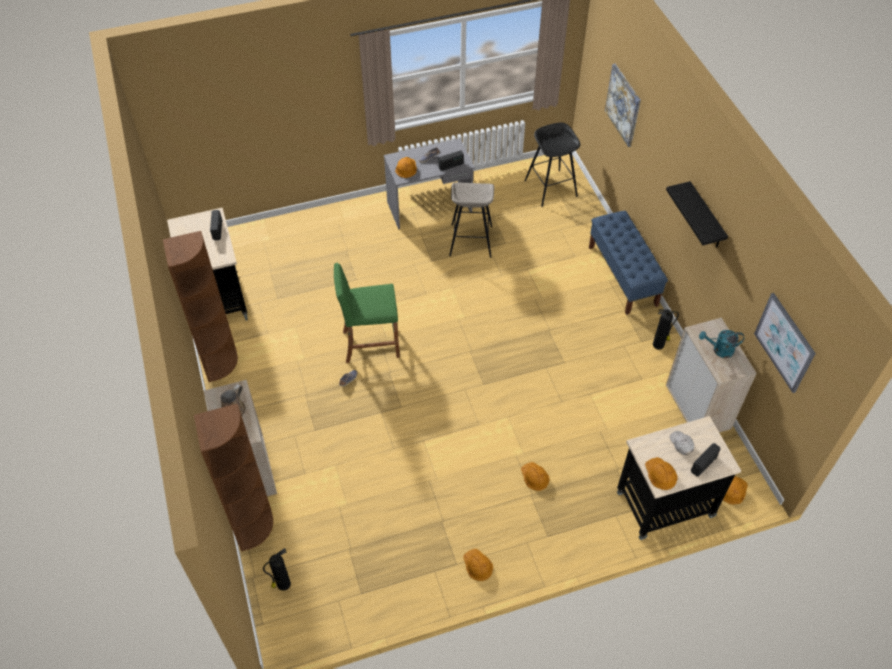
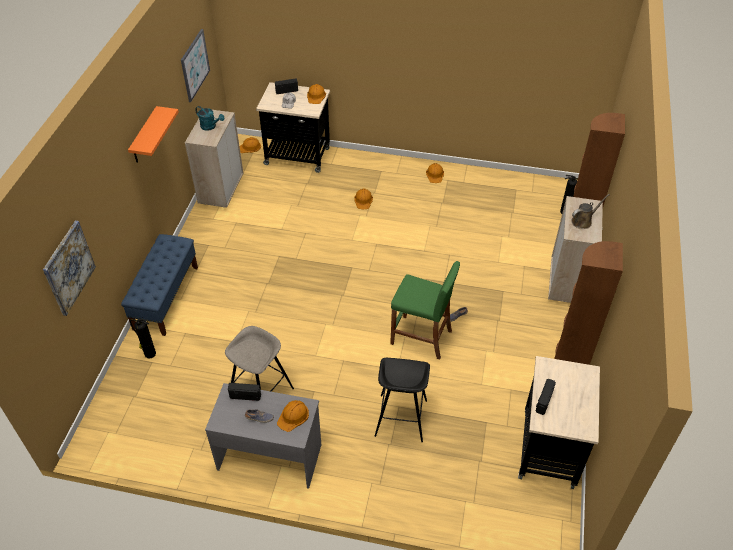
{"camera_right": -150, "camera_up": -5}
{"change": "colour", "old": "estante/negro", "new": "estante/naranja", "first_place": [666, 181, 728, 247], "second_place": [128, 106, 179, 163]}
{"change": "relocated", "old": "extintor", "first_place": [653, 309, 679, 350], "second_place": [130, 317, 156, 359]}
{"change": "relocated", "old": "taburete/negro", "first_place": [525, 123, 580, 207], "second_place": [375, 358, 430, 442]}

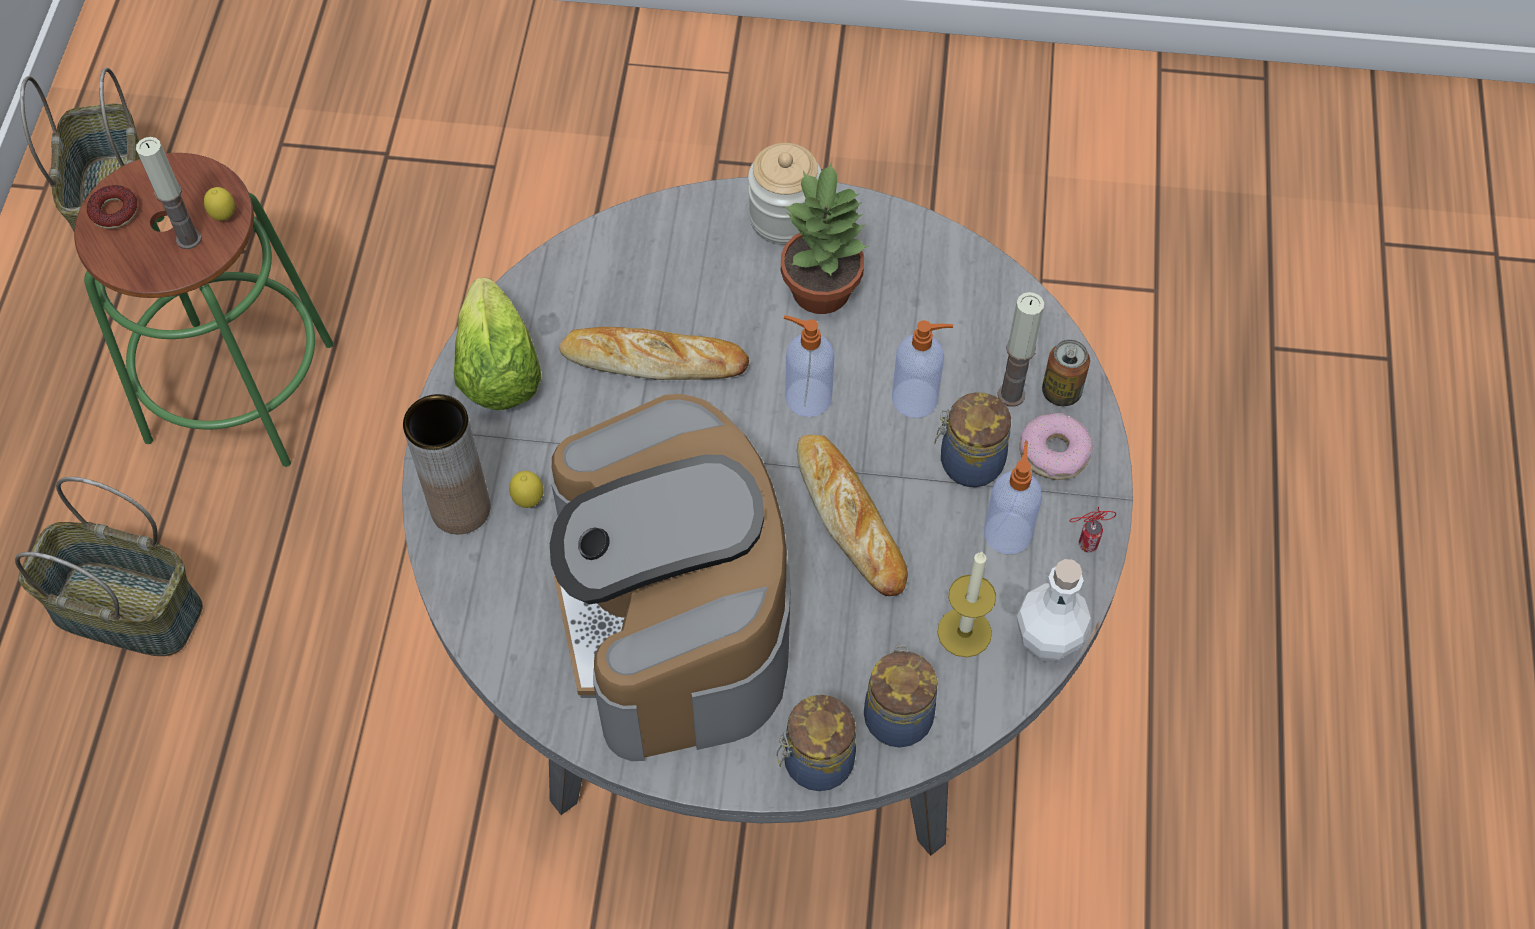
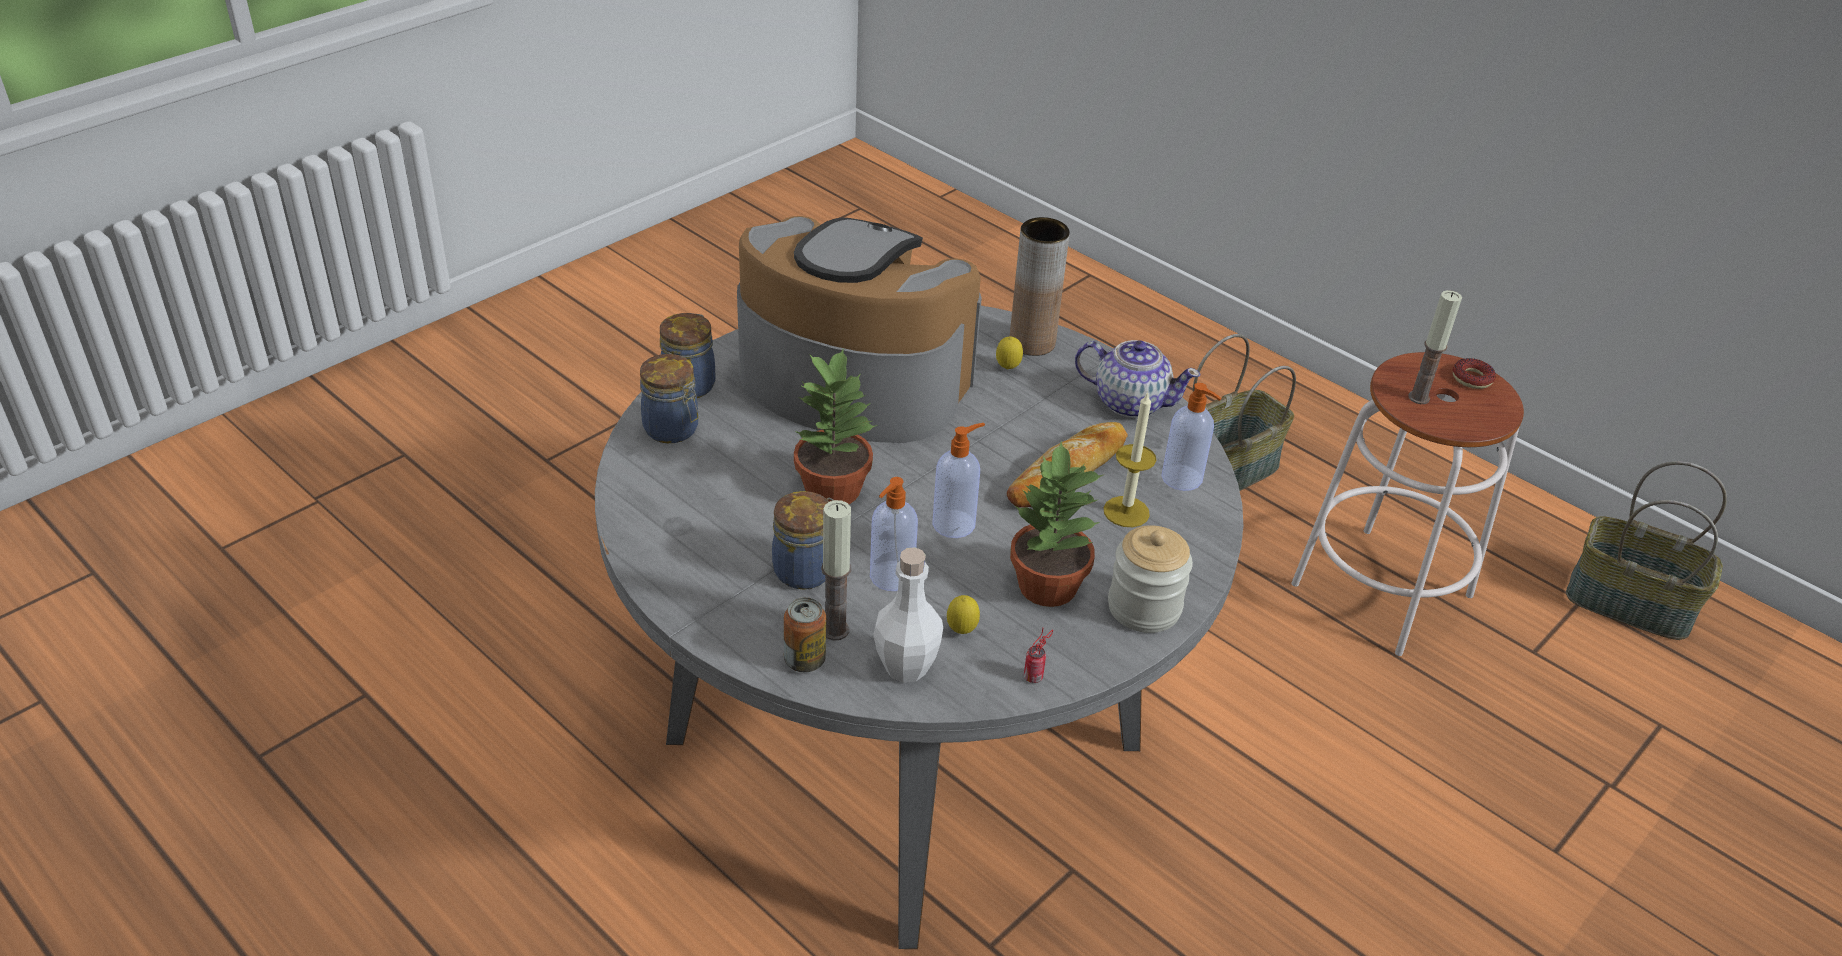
{"camera_right": 125, "camera_up": -20}
{"change": "exchanged", "old": "pan", "new": "planta en maceta", "first_place": [797, 435, 908, 596], "second_place": [794, 349, 878, 504]}
{"change": "relocated", "old": "botella/blanco", "first_place": [1017, 559, 1091, 662], "second_place": [873, 547, 943, 683]}
{"change": "relocated", "old": "limón", "first_place": [204, 187, 235, 221], "second_place": [947, 595, 980, 634]}
{"change": "relocated", "old": "lata", "first_place": [1070, 506, 1116, 552], "second_place": [1024, 627, 1053, 683]}
{"change": "exchanged", "old": "lechuga", "new": "tetera", "first_place": [454, 277, 541, 410], "second_place": [1075, 340, 1200, 418]}
{"change": "relocated", "old": "vela", "first_place": [937, 551, 996, 657], "second_place": [1104, 392, 1156, 527]}
{"change": "relocated", "old": "dispensador de jabón", "first_place": [984, 441, 1042, 554], "second_place": [1161, 383, 1222, 491]}
{"change": "colour", "old": "taburete/verde", "new": "taburete/blanco", "first_place": [74, 153, 334, 467], "second_place": [1291, 352, 1524, 656]}
{"change": "missing", "old": "rosquilla", "first_place": [1020, 413, 1093, 480]}

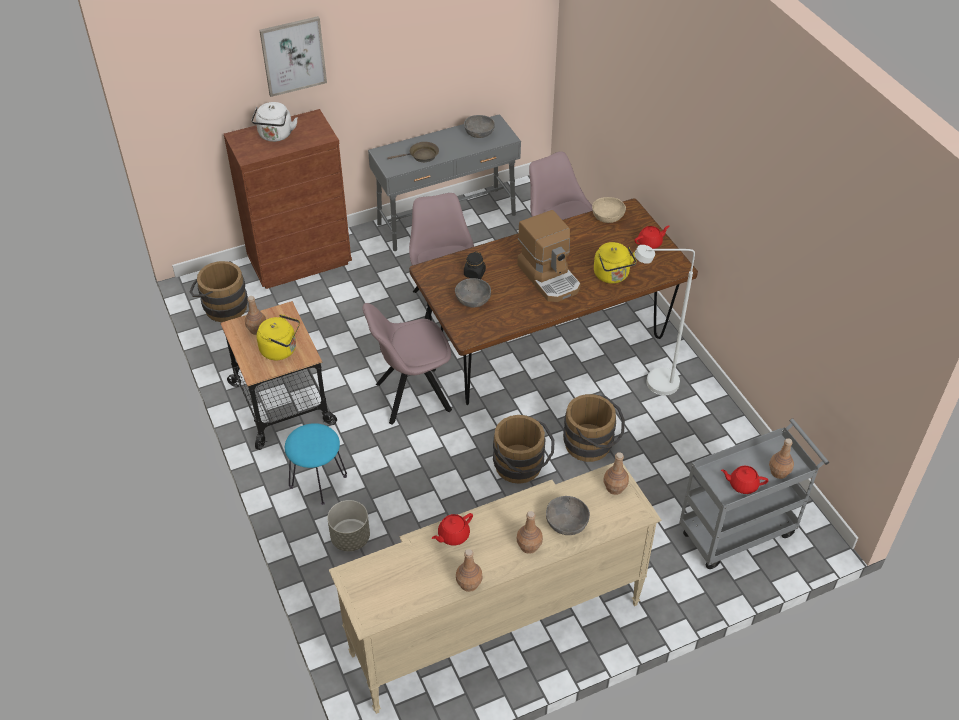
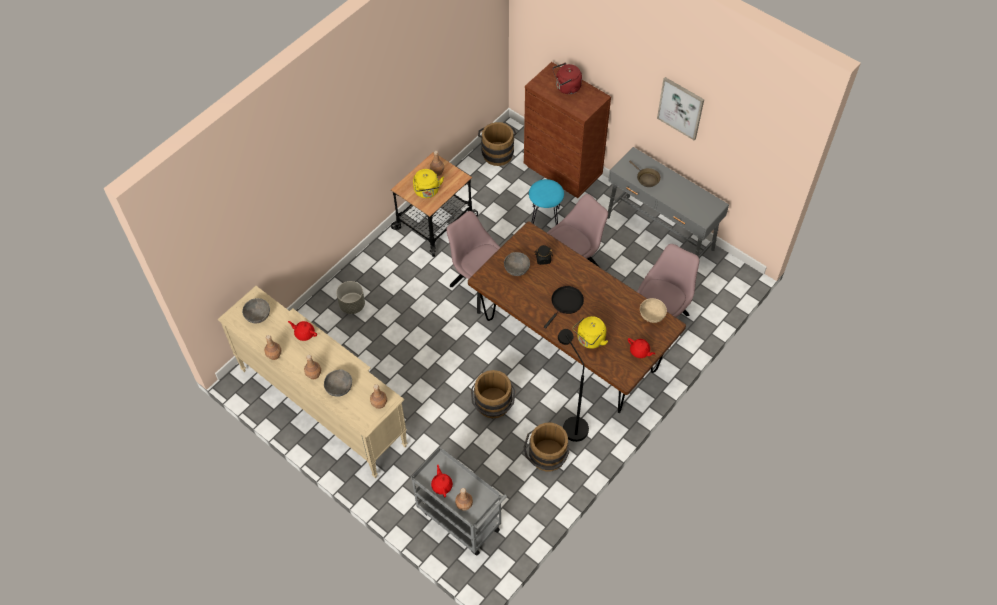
{"camera_right": 65, "camera_up": 10}
{"change": "relocated", "old": "cuenco/gris", "first_place": [464, 115, 495, 138], "second_place": [242, 298, 270, 323]}
{"change": "relocated", "old": "cubo/marrón", "first_place": [493, 415, 555, 484], "second_place": [523, 423, 569, 472]}
{"change": "relocated", "old": "taburete/turquesa", "first_place": [285, 423, 347, 505], "second_place": [529, 179, 564, 225]}
{"change": "exchanged", "old": "cafetera", "new": "sartén/negro", "first_place": [517, 210, 581, 302], "second_place": [544, 286, 584, 329]}
{"change": "colour", "old": "hervidor/blanco", "new": "hervidor/rojo", "first_place": [251, 102, 298, 142], "second_place": [552, 63, 582, 94]}
{"change": "colour", "old": "lámpara de pie/blanco", "new": "lámpara de pie/negro", "first_place": [634, 245, 695, 395], "second_place": [558, 329, 589, 442]}
{"change": "relocated", "old": "cuadro", "first_place": [259, 16, 327, 97], "second_place": [657, 77, 704, 140]}

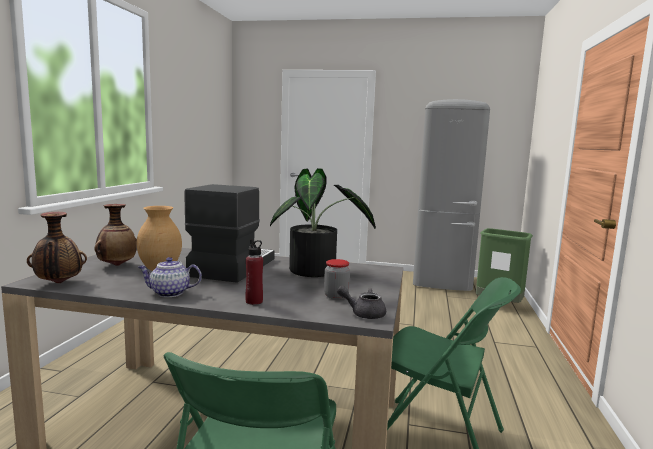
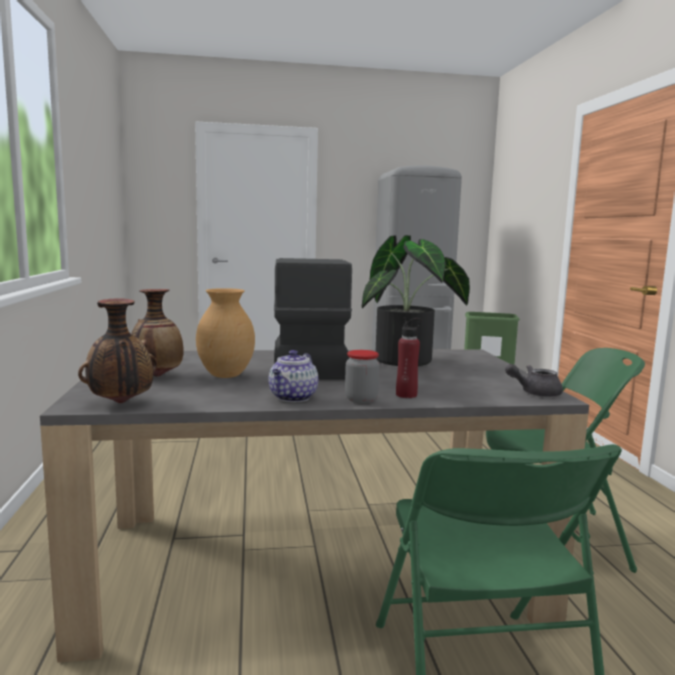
{"camera_right": -20, "camera_up": 0}
{"change": "spun", "old": "tetera", "first_place": [138, 257, 202, 297], "second_place": [268, 350, 318, 402], "degrees": -45}
{"change": "relocated", "old": "tarro", "first_place": [324, 259, 350, 300], "second_place": [345, 350, 380, 403]}

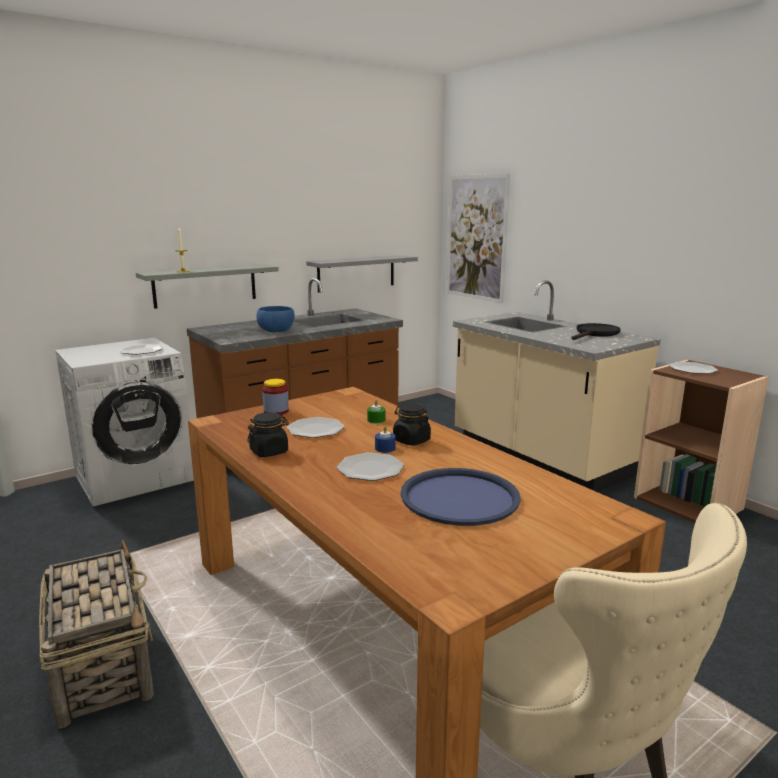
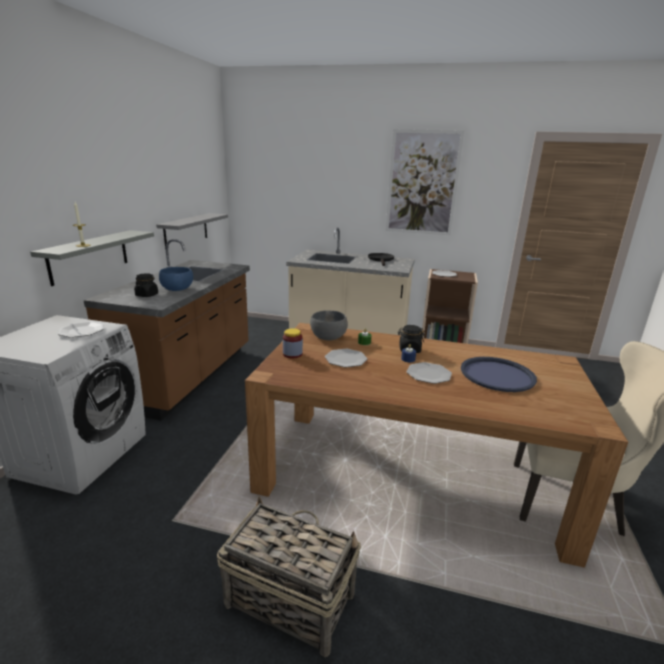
{"camera_right": -40, "camera_up": 5}
{"change": "relocated", "old": "tarro/negro", "first_place": [247, 412, 289, 457], "second_place": [134, 273, 158, 297]}
{"change": "appeared", "new": "cuenco/gris", "second_place": [310, 310, 348, 341]}
{"change": "relocated", "old": "cuadro", "first_place": [447, 173, 510, 303], "second_place": [386, 129, 464, 235]}

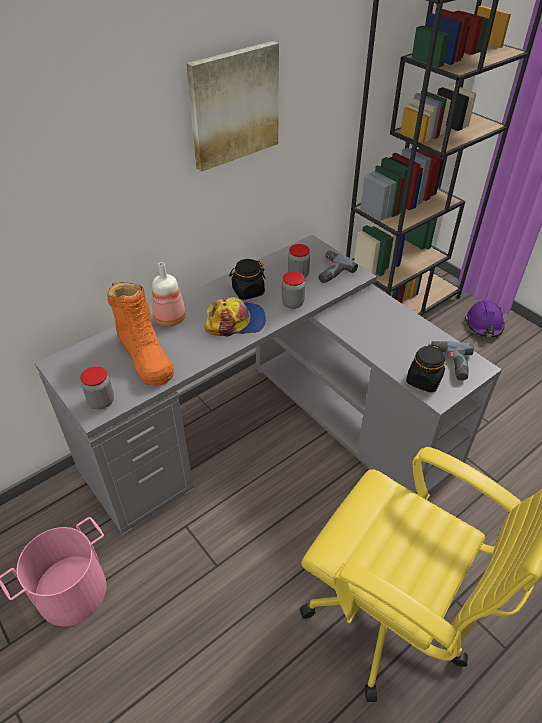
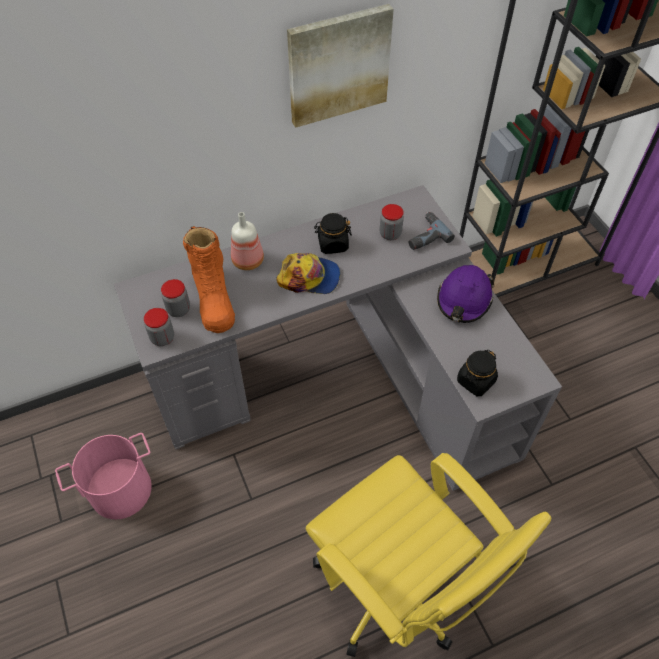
{"camera_right": 15, "camera_up": 10}
{"change": "relocated", "old": "tarro", "first_place": [282, 271, 305, 309], "second_place": [161, 279, 190, 317]}
{"change": "relocated", "old": "casco/morado", "first_place": [465, 300, 505, 337], "second_place": [437, 265, 494, 323]}
{"change": "missing", "old": "taladro", "first_place": [428, 341, 474, 381]}

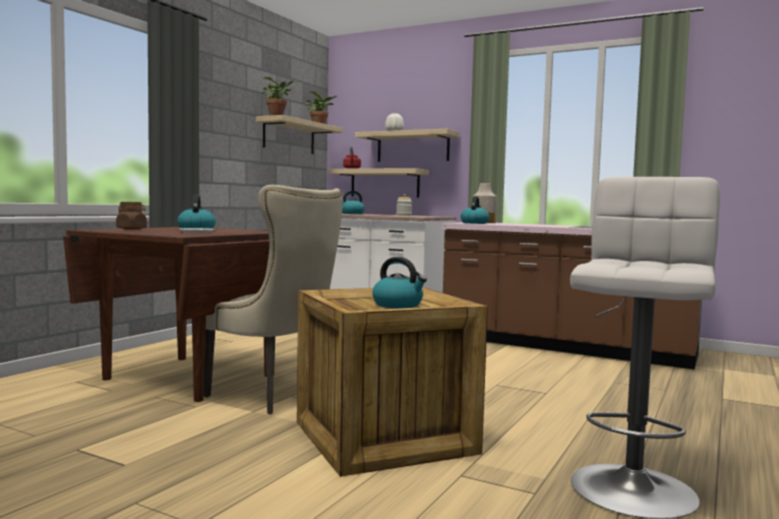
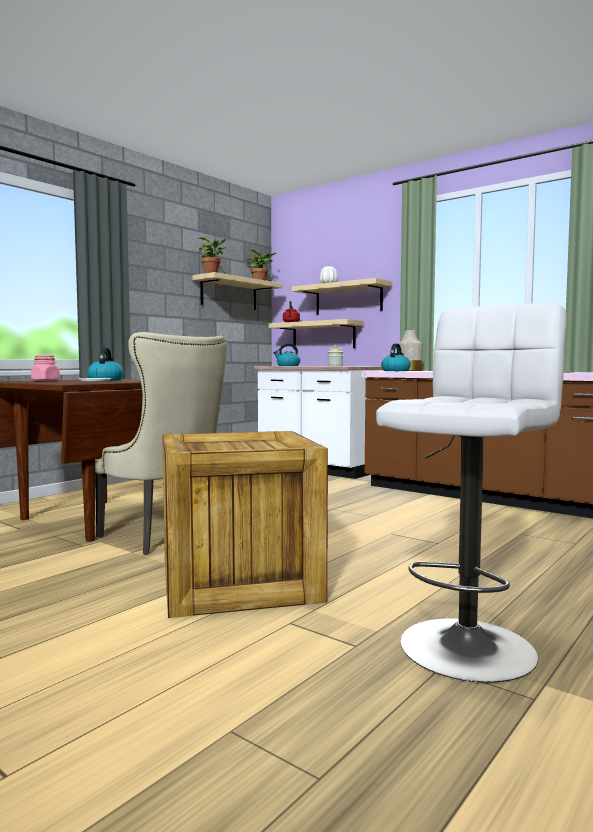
{"camera_right": 10, "camera_up": 0}
{"change": "colour", "old": "tarro/marrón", "new": "tarro/rosa", "first_place": [116, 202, 147, 230], "second_place": [31, 355, 60, 381]}
{"change": "missing", "old": "hervidor", "first_place": [372, 257, 427, 308]}

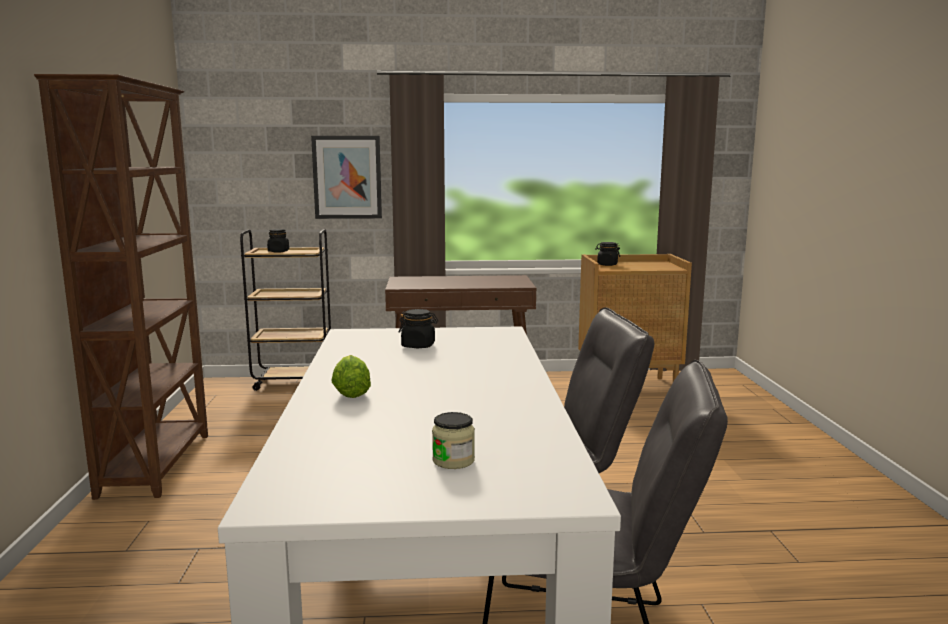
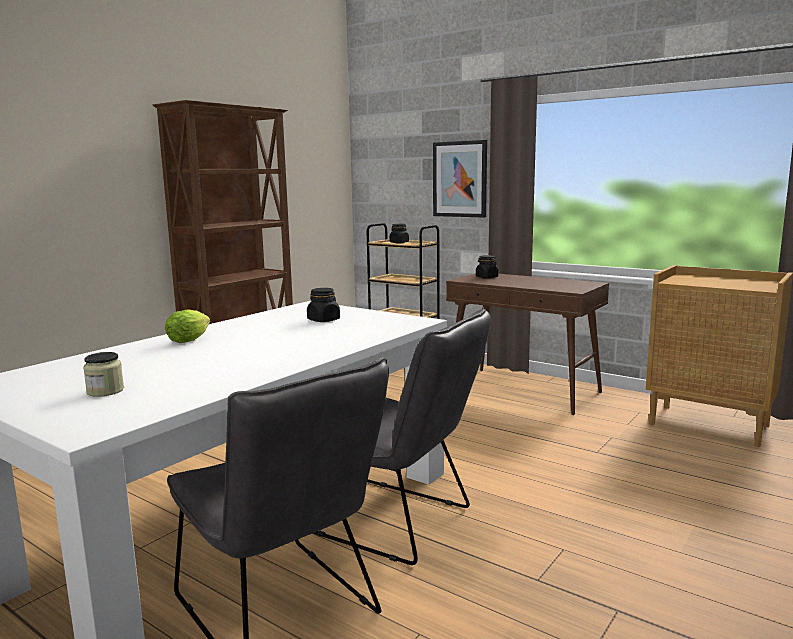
{"camera_right": 40, "camera_up": 0}
{"change": "relocated", "old": "tarro/negro", "first_place": [595, 242, 620, 266], "second_place": [476, 255, 499, 279]}

